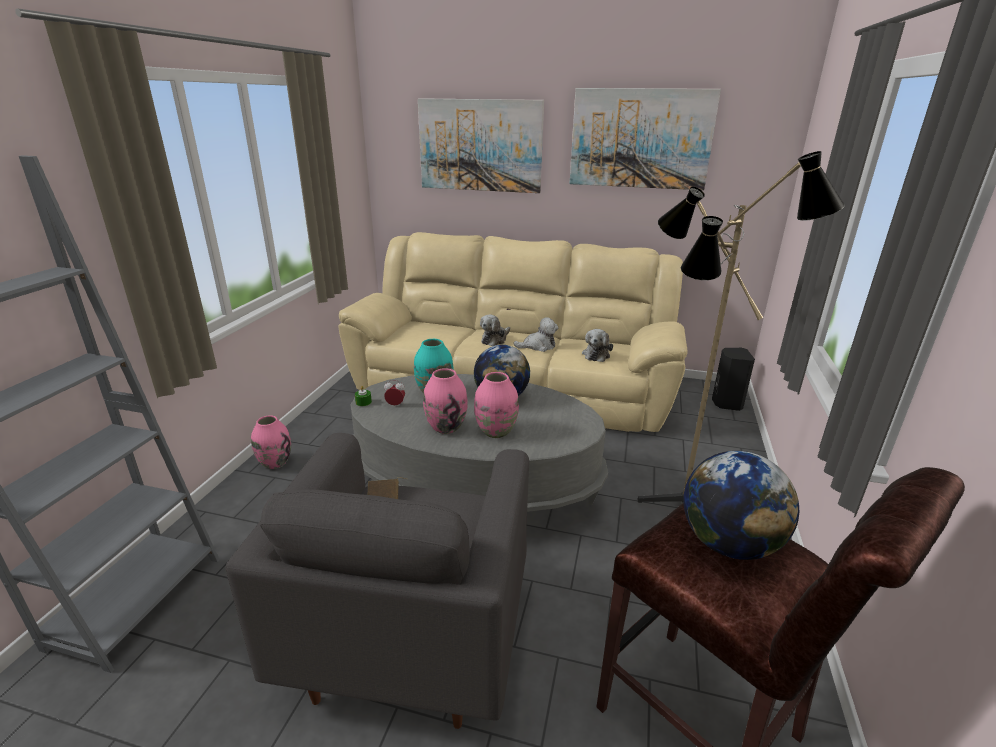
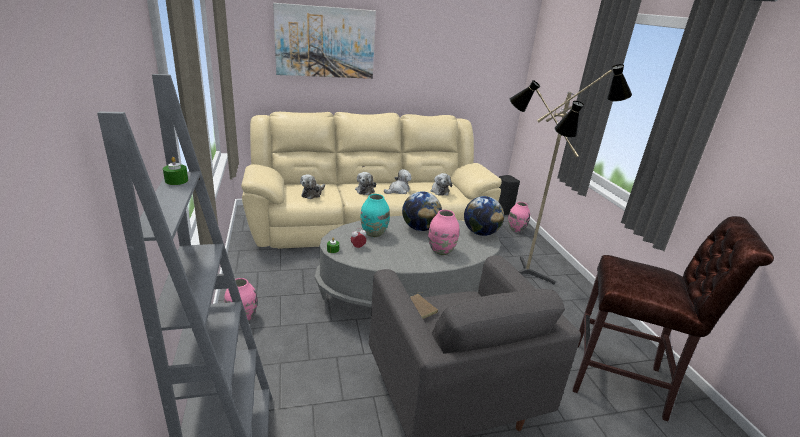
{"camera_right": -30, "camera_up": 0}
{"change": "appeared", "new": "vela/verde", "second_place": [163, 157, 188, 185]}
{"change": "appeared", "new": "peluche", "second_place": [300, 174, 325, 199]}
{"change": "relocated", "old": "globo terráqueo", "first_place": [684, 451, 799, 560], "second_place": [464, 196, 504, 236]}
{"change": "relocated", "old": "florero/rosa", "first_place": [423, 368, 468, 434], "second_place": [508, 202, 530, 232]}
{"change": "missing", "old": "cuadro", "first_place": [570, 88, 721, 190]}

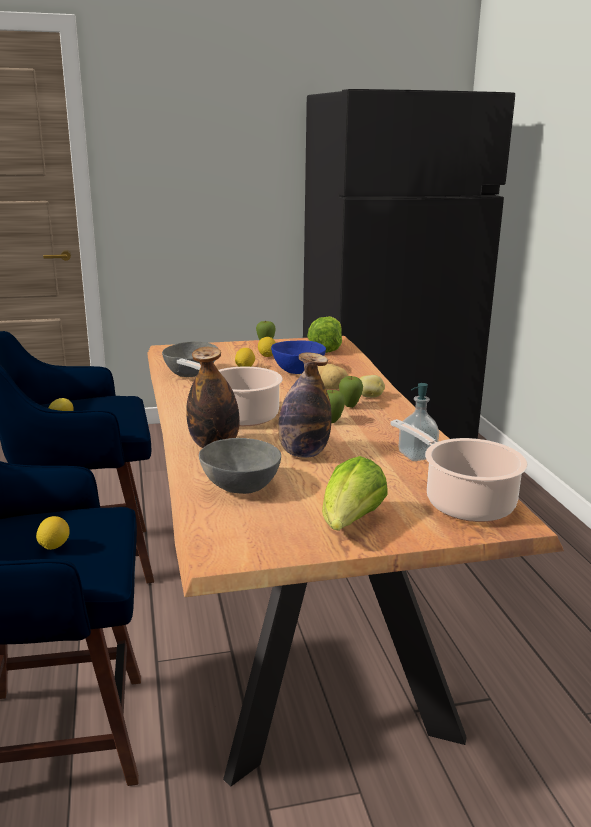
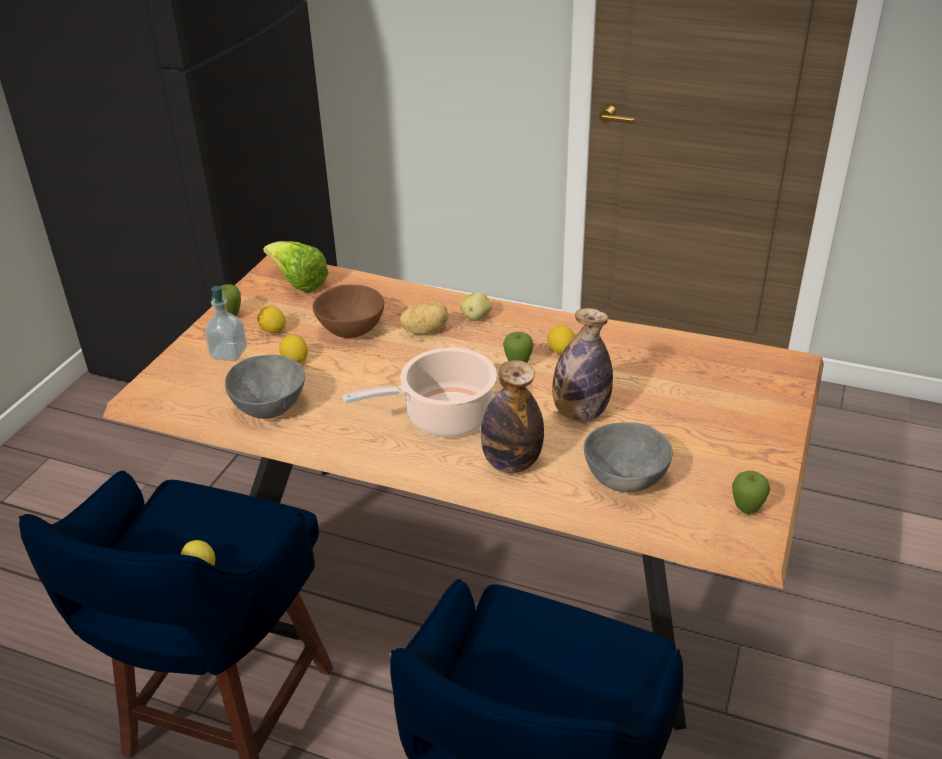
{"camera_right": -55, "camera_up": 15}
{"change": "relocated", "old": "dispensador de jabón", "first_place": [398, 383, 439, 461], "second_place": [205, 286, 247, 361]}
{"change": "colour", "old": "cuenco/azul", "new": "cuenco/marrón", "first_place": [271, 341, 326, 374], "second_place": [312, 284, 384, 338]}
{"change": "relocated", "old": "limón", "first_place": [36, 516, 70, 550], "second_place": [547, 325, 575, 354]}
{"change": "relocated", "old": "manzana", "first_place": [339, 376, 363, 408], "second_place": [732, 471, 770, 514]}
{"change": "missing", "old": "lechuga", "first_place": [322, 456, 388, 531]}
{"change": "missing", "old": "olla", "first_place": [391, 419, 528, 522]}

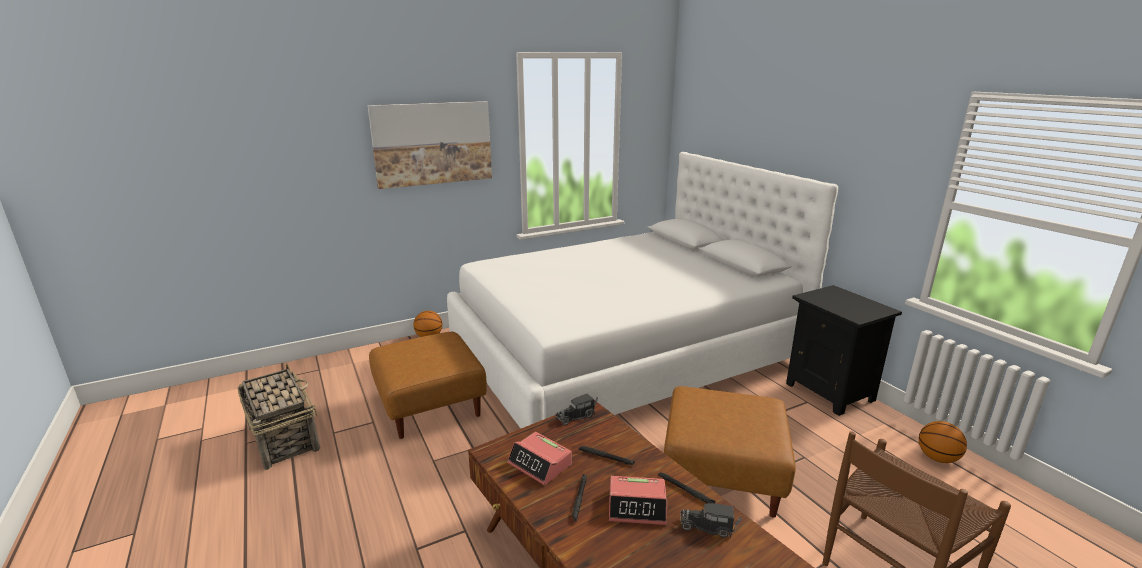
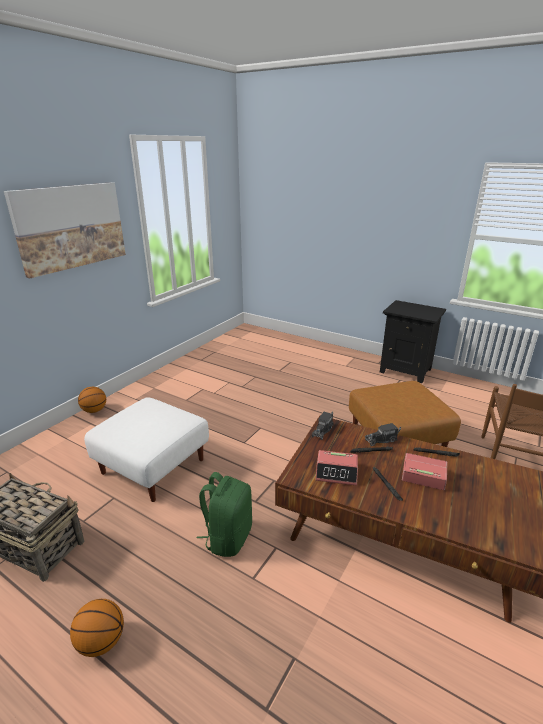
{"camera_right": -30, "camera_up": 5}
{"change": "relocated", "old": "balón de baloncesto", "first_place": [919, 421, 967, 463], "second_place": [70, 599, 124, 657]}
{"change": "colour", "old": "puf/marrón", "new": "puf/blanco", "first_place": [369, 332, 487, 439], "second_place": [84, 397, 209, 502]}
{"change": "appeared", "new": "mochila/verde", "second_place": [196, 472, 252, 557]}
{"change": "relocated", "old": "camión de juguete", "first_place": [680, 503, 742, 537], "second_place": [365, 423, 401, 446]}
{"change": "spun", "old": "despertador", "first_place": [609, 476, 667, 525], "second_place": [402, 453, 448, 490], "degrees": -135}
{"change": "missing", "old": "cama/blanco", "first_place": [447, 152, 838, 429]}

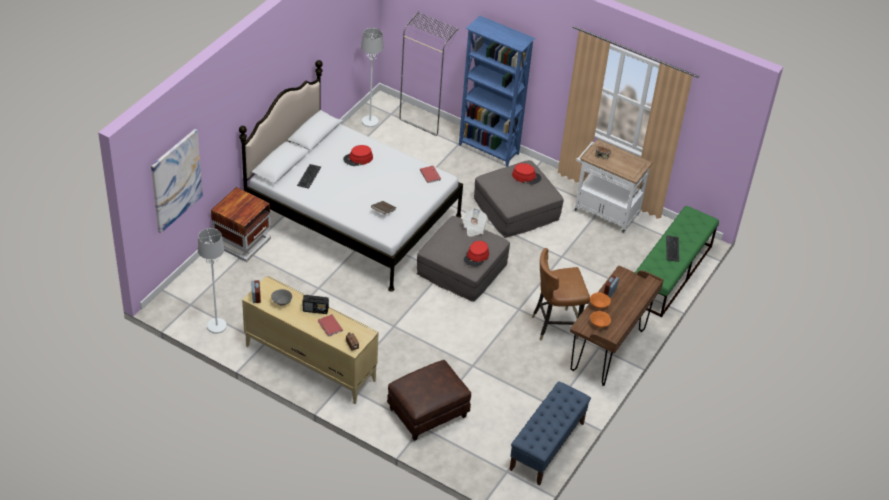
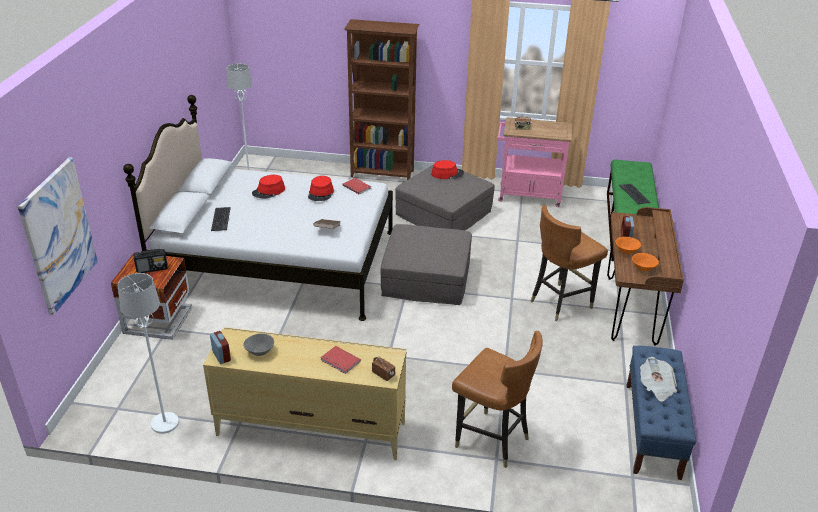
{"camera_right": -20, "camera_up": -10}
{"change": "relocated", "old": "radio", "first_place": [303, 295, 329, 314], "second_place": [134, 249, 168, 273]}
{"change": "relocated", "old": "sombrero/rojo", "first_place": [464, 241, 489, 266], "second_place": [308, 176, 334, 201]}
{"change": "colour", "old": "estantería/azul", "new": "estantería/marrón", "first_place": [459, 15, 536, 167], "second_place": [344, 19, 419, 180]}
{"change": "exchanged", "old": "puf/marrón", "new": "silla/marrón", "first_place": [387, 360, 471, 441], "second_place": [452, 331, 543, 468]}
{"change": "colour", "old": "carrito/blanco", "new": "carrito/rosa", "first_place": [573, 139, 653, 233], "second_place": [497, 117, 572, 207]}
{"change": "relocated", "old": "periódico", "first_place": [462, 208, 488, 237], "second_place": [640, 357, 677, 402]}
{"change": "missing", "old": "perchero/gris", "first_place": [399, 11, 458, 136]}

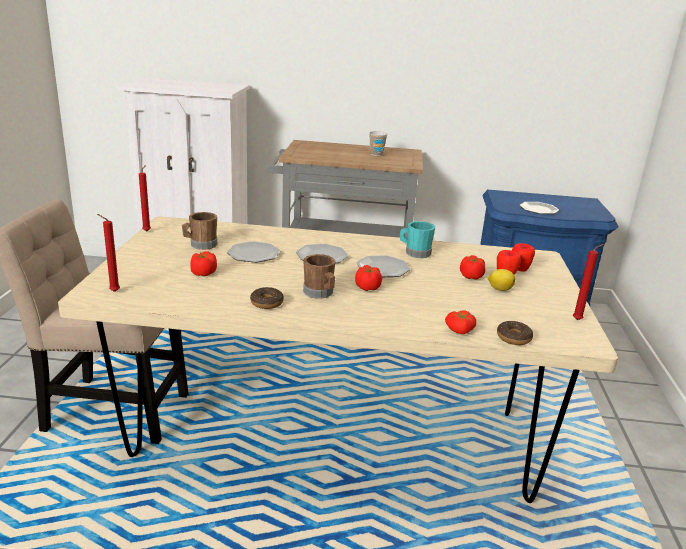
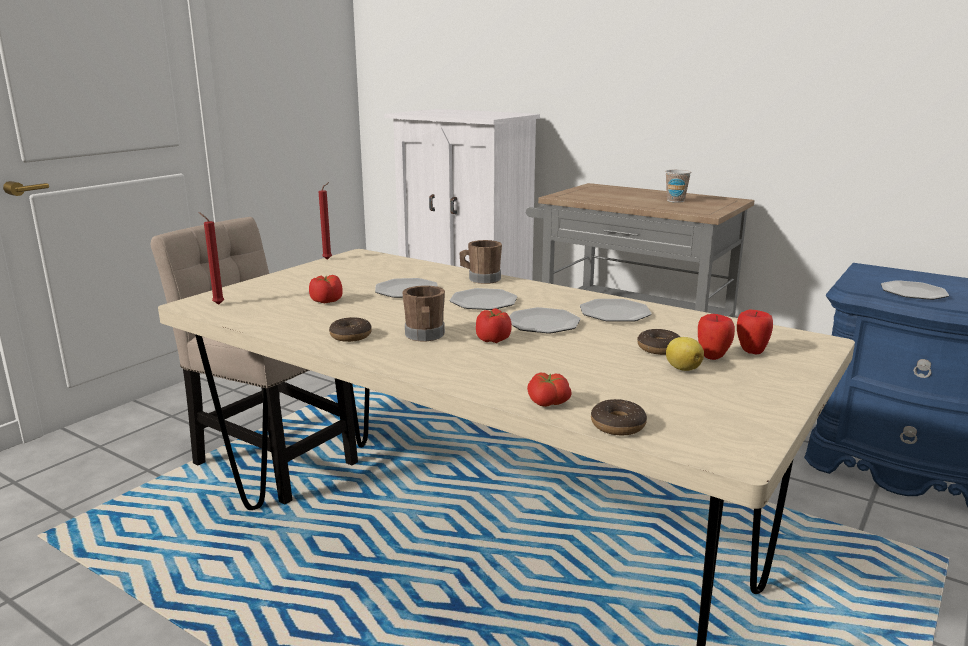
{"camera_right": 30, "camera_up": -5}
{"change": "relocated", "old": "taza grande/marrón", "first_place": [182, 212, 217, 250], "second_place": [459, 240, 502, 284]}
{"change": "exchanged", "old": "taza grande/turquesa", "new": "plato", "first_place": [400, 221, 435, 258], "second_place": [580, 299, 652, 322]}
{"change": "exchanged", "old": "tomate", "new": "rosquilla", "first_place": [460, 255, 486, 280], "second_place": [637, 329, 680, 355]}
{"change": "missing", "old": "vela/rojo", "first_place": [573, 244, 604, 320]}

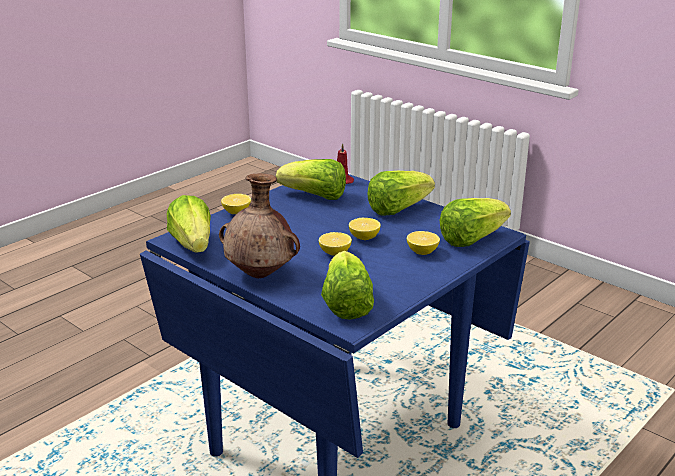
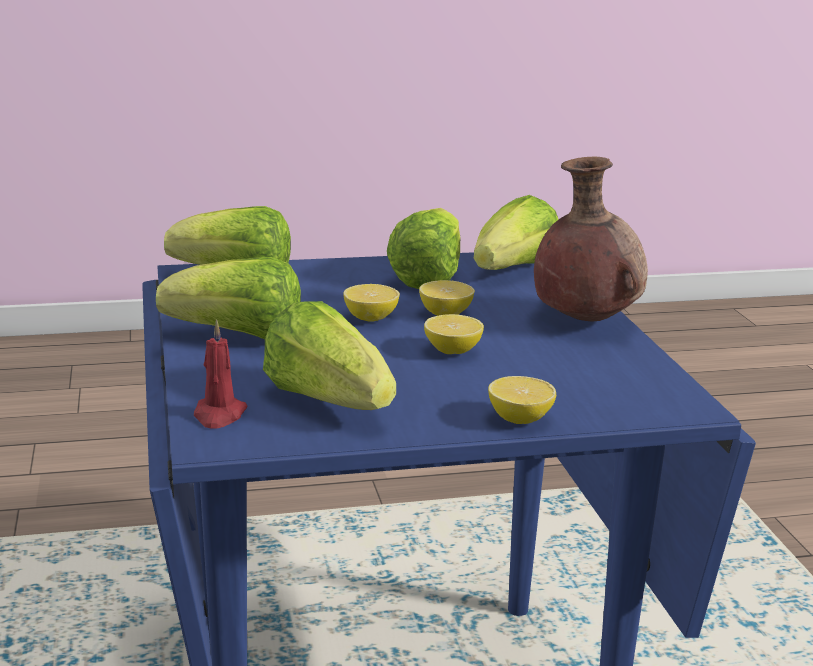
{"camera_right": -145, "camera_up": -5}
{"change": "relocated", "old": "lechuga", "first_place": [167, 195, 211, 253], "second_place": [387, 208, 461, 289]}
{"change": "relocated", "old": "limón", "first_place": [407, 231, 440, 255], "second_place": [424, 314, 484, 354]}

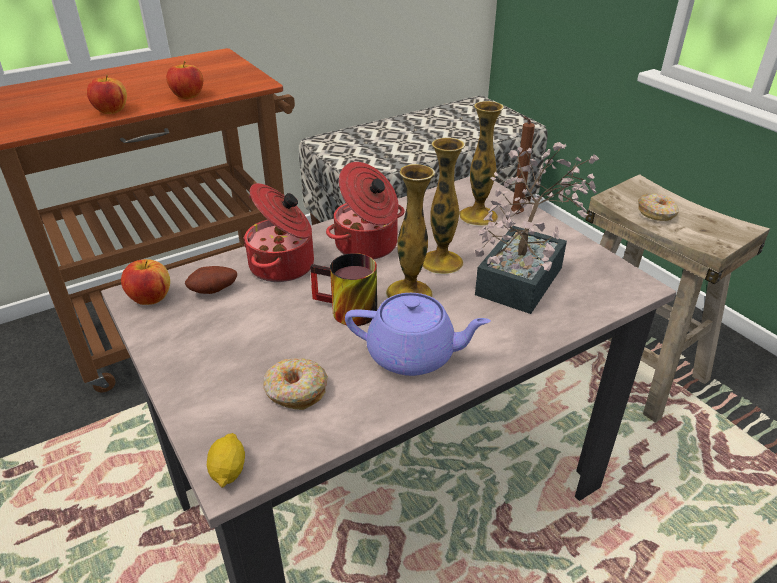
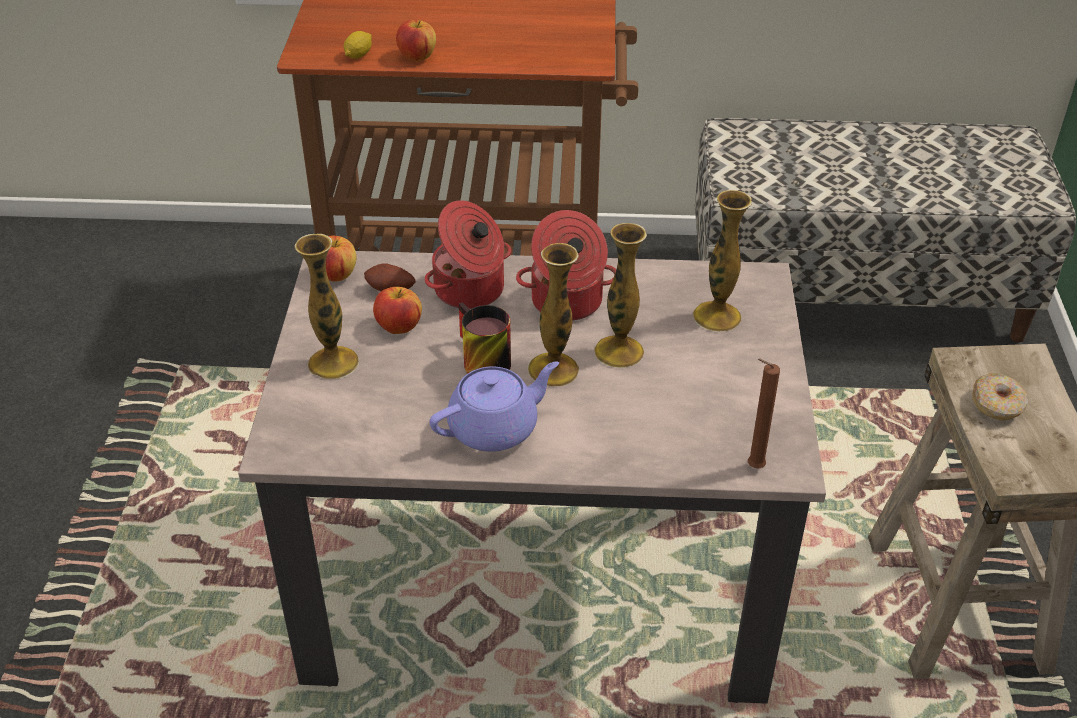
{"camera_right": 35, "camera_up": 5}
{"change": "appeared", "new": "florero", "second_place": [295, 234, 359, 379]}
{"change": "relocated", "old": "limón", "first_place": [207, 433, 245, 488], "second_place": [343, 31, 372, 59]}
{"change": "relocated", "old": "manzana", "first_place": [166, 61, 203, 99], "second_place": [373, 287, 422, 334]}
{"change": "spun", "old": "tetera/morado", "first_place": [345, 293, 491, 376], "second_place": [430, 361, 559, 452], "degrees": -75}
{"change": "relocated", "old": "vela/marrón", "first_place": [511, 117, 535, 214], "second_place": [748, 358, 780, 468]}
{"change": "missing", "old": "rosquilla", "first_place": [263, 358, 328, 410]}
{"change": "missing", "old": "planta en maceta", "first_place": [475, 142, 600, 314]}

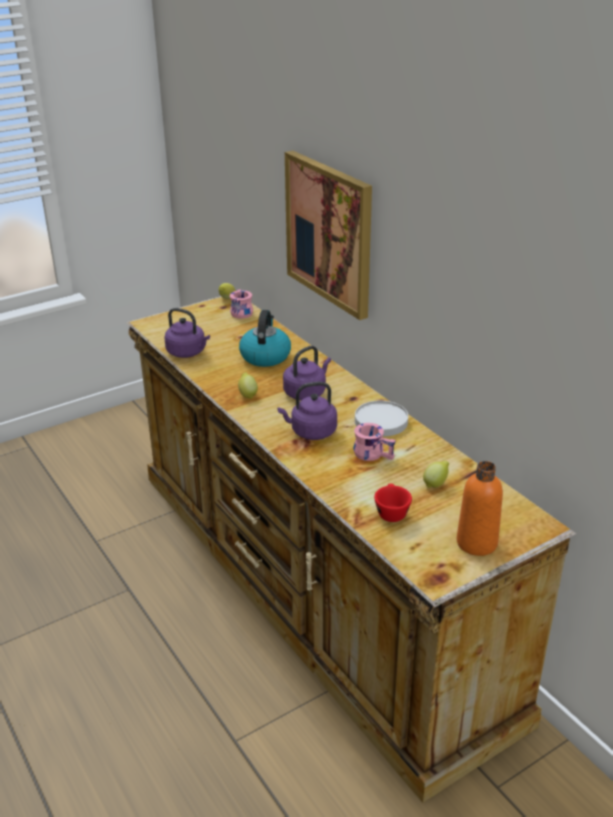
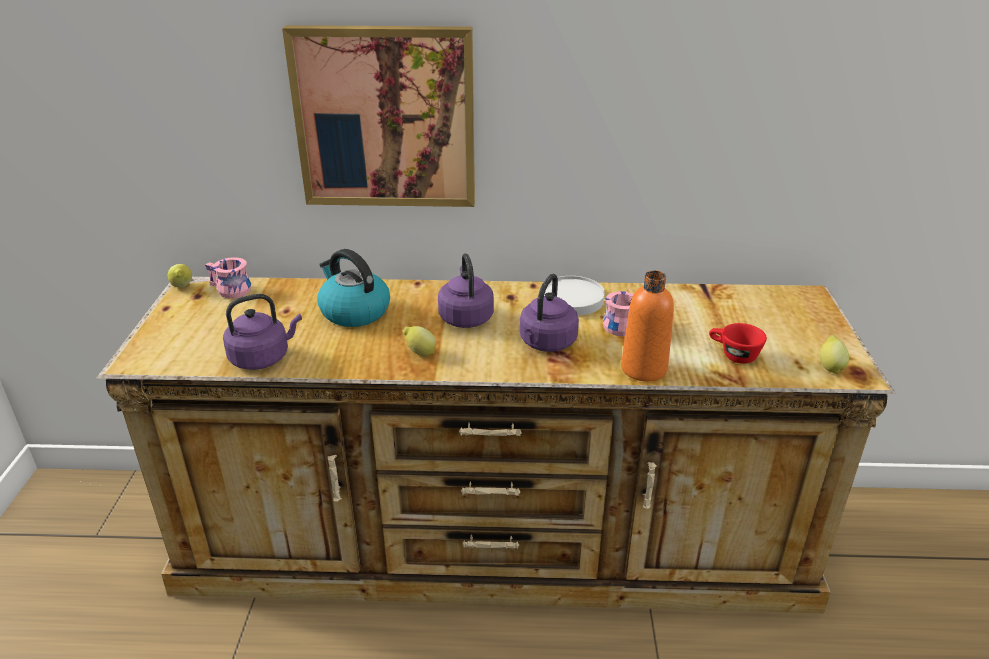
{"camera_right": -55, "camera_up": 0}
{"change": "relocated", "old": "botella/naranja", "first_place": [457, 461, 503, 556], "second_place": [621, 271, 674, 382]}
{"change": "relocated", "old": "limón", "first_place": [423, 461, 449, 488], "second_place": [820, 335, 849, 374]}

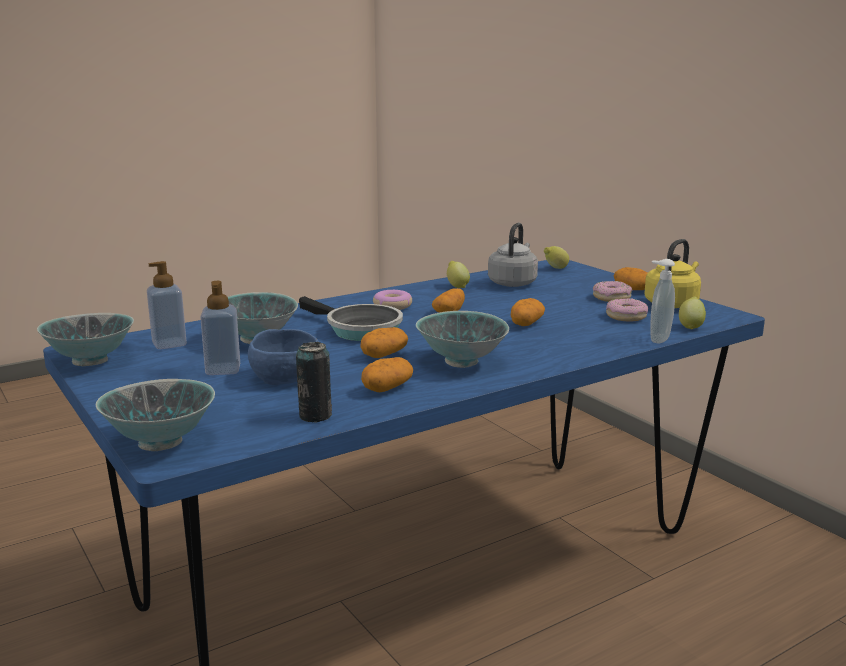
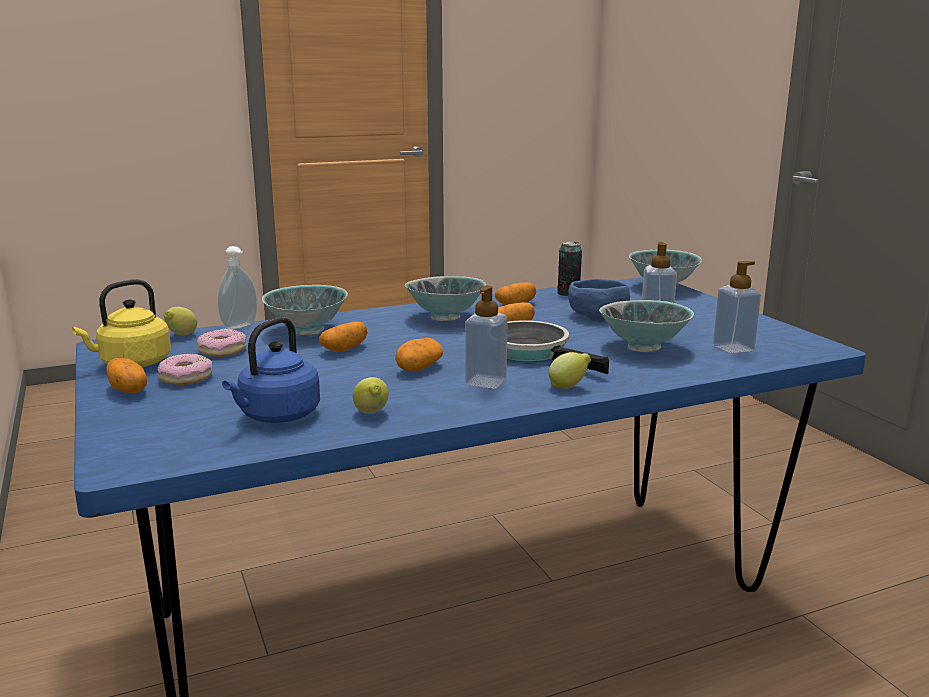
{"camera_right": -170, "camera_up": 0}
{"change": "colour", "old": "hervidor/gris", "new": "hervidor/azul", "first_place": [488, 223, 538, 287], "second_place": [222, 317, 320, 423]}
{"change": "relocated", "old": "cuenco", "first_place": [37, 313, 134, 366], "second_place": [262, 285, 348, 335]}
{"change": "exchanged", "old": "rosquilla", "new": "dispensador de jabón", "first_place": [373, 290, 412, 310], "second_place": [465, 286, 508, 389]}
{"change": "relocated", "old": "limón", "first_place": [544, 246, 569, 269], "second_place": [548, 352, 591, 389]}

